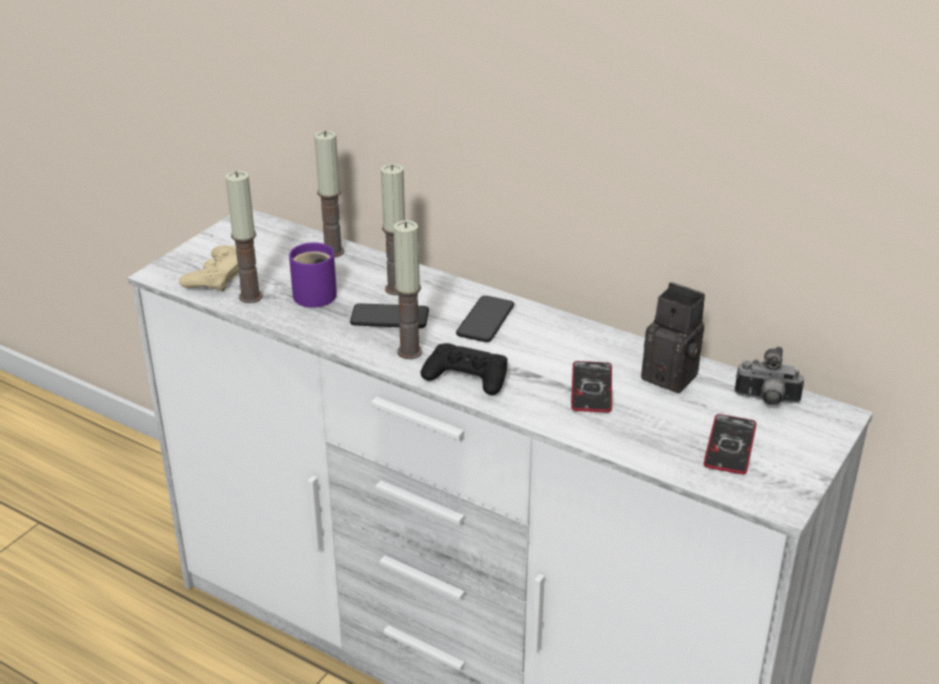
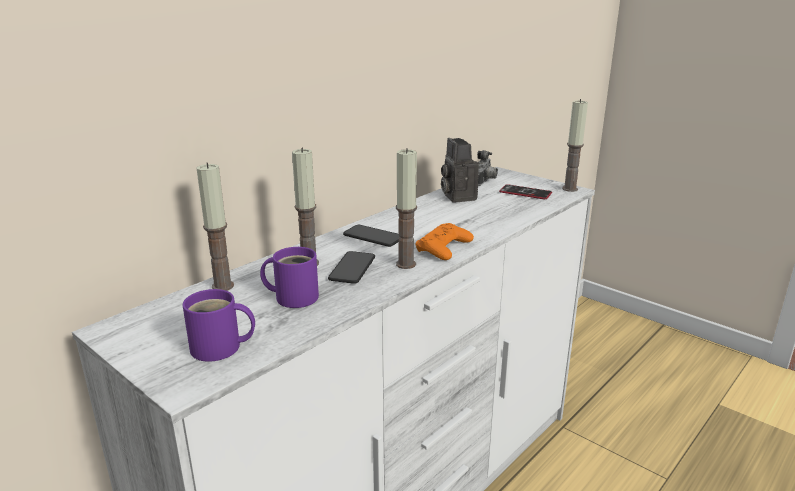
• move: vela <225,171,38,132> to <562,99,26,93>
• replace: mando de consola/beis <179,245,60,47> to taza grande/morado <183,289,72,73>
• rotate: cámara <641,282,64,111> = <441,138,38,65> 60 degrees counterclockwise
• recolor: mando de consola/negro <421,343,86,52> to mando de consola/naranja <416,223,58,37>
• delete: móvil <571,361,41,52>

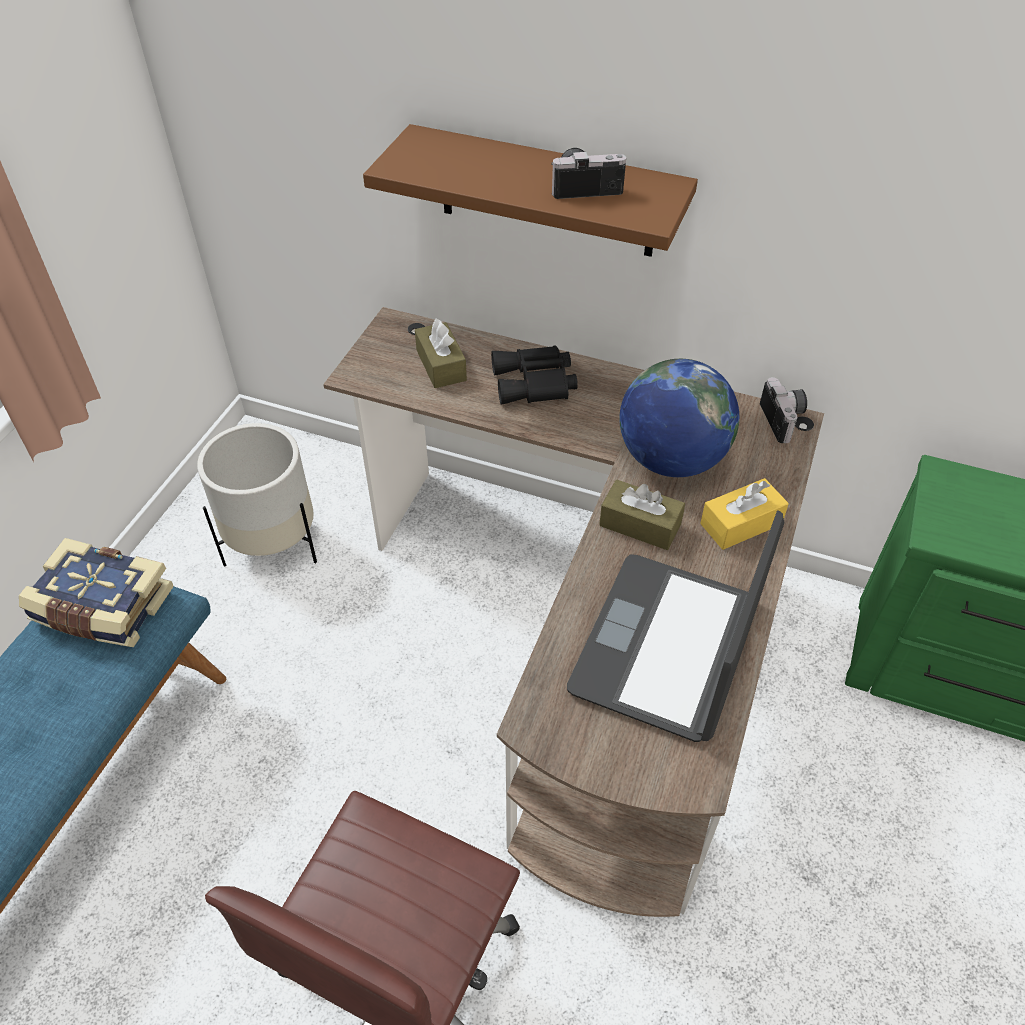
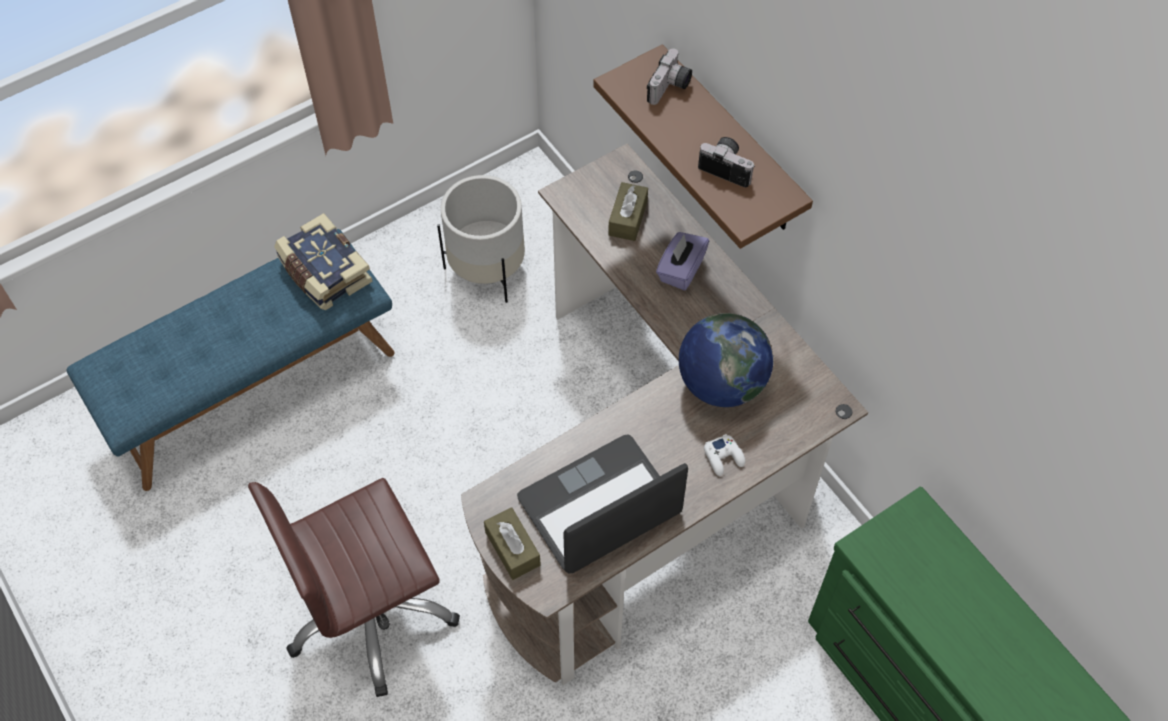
• replace: prismáticos/negro <491,345,87,59> to caja de pañuelos/morado <656,232,53,58>
• move: cámara <760,377,47,66> to <647,48,45,57>
• replace: caja de pañuelos/amarillo <700,478,89,72> to mando de consola/blanco <704,434,41,42>
• move: caja de pañuelos/marrón <599,480,86,70> to <484,507,57,73>

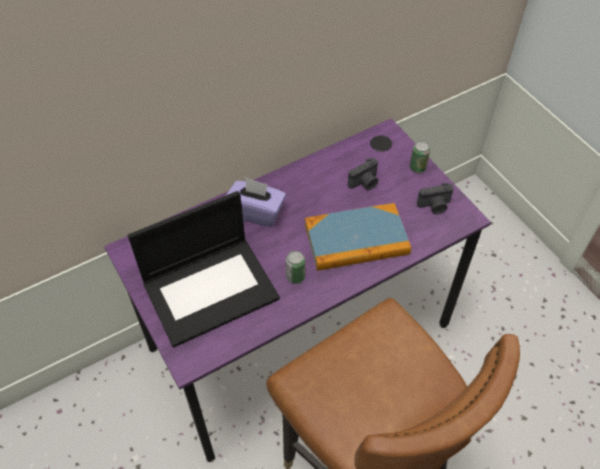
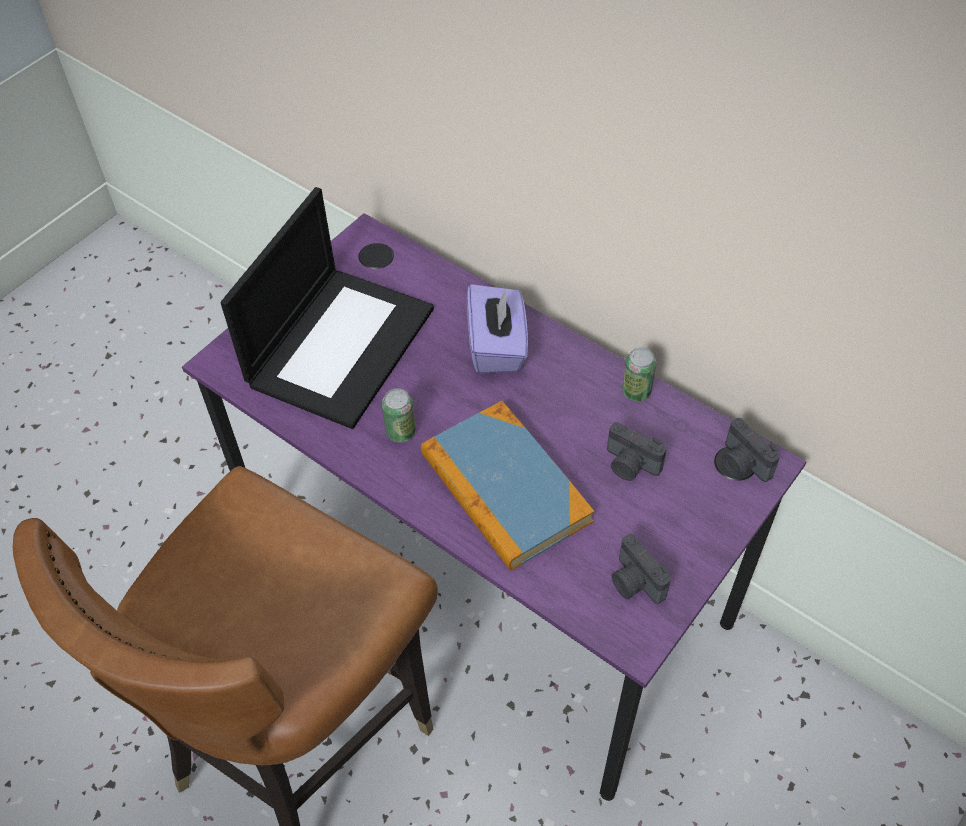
• move: lata <410,141,20,32> to <622,347,34,54>
• rotate: portátil <128,191,152,156> = <221,187,213,242> 105 degrees counterclockwise
• insert: cámara <721,418,59,64>

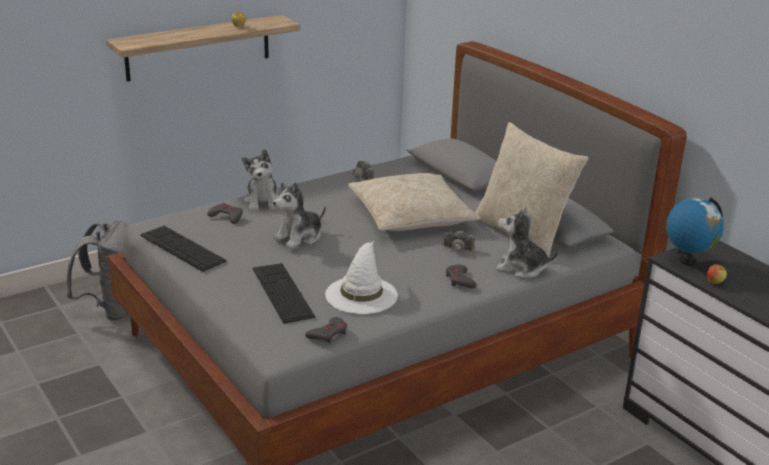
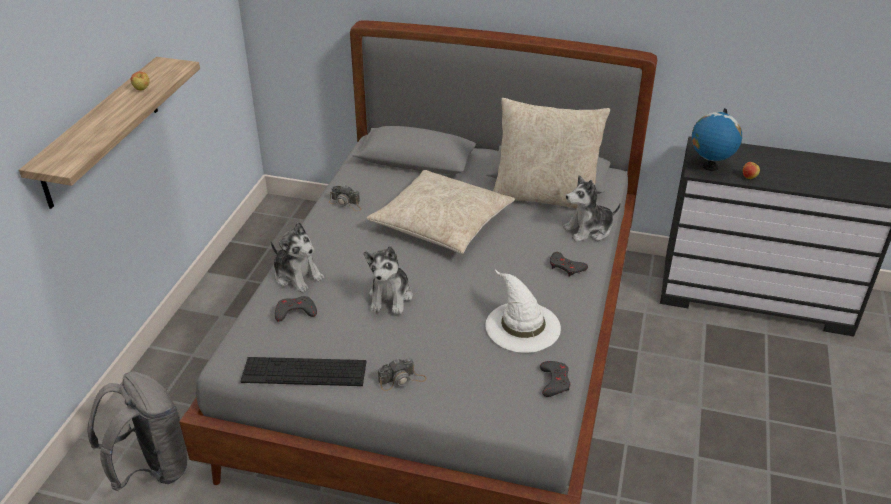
• move: cámara <441,230,38,26> to <378,358,49,33>
• delete: teclado <253,263,62,61>

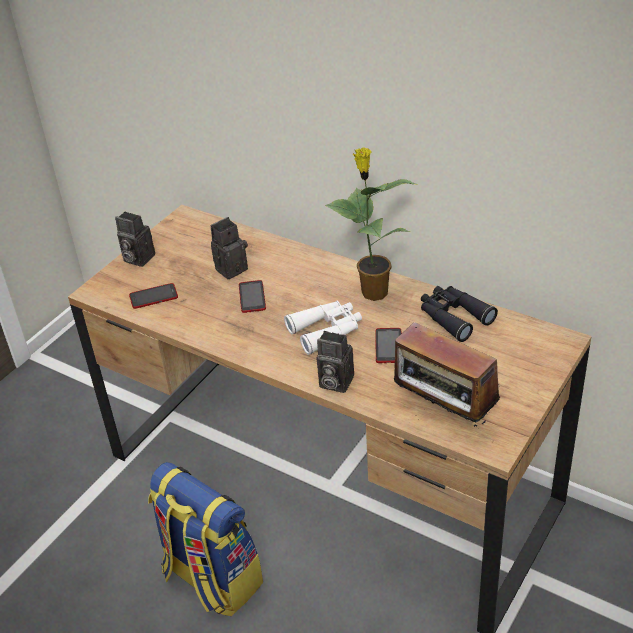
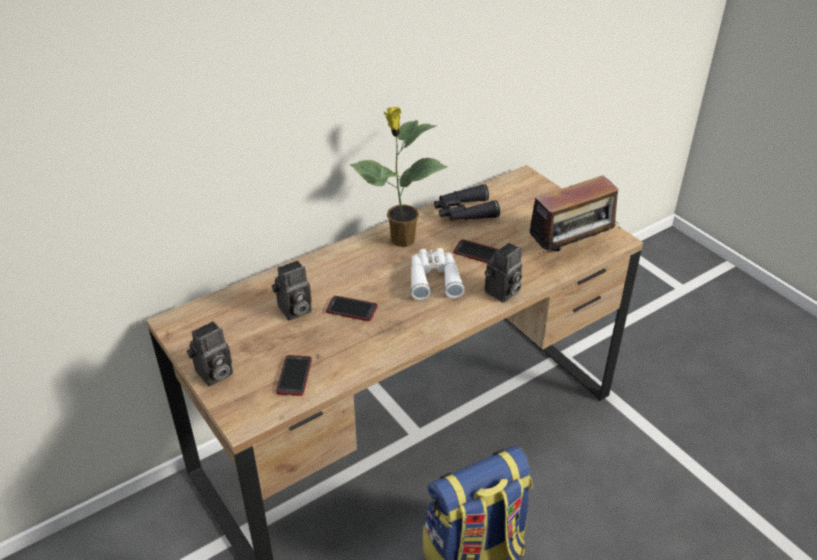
• rotate: cámara <211,217,37,62> = <272,260,40,60> 105 degrees counterclockwise

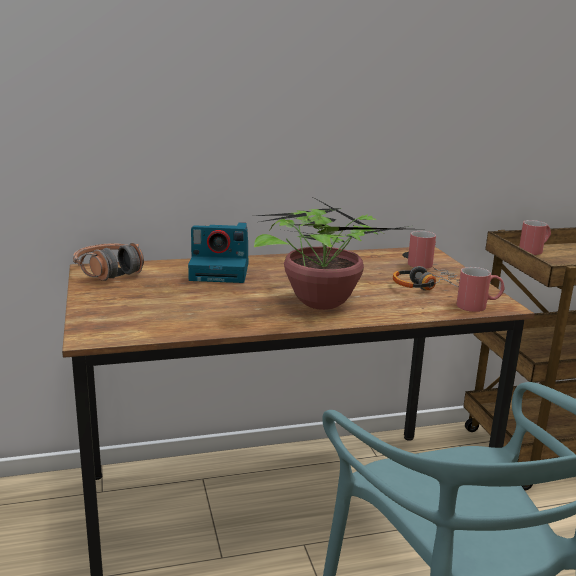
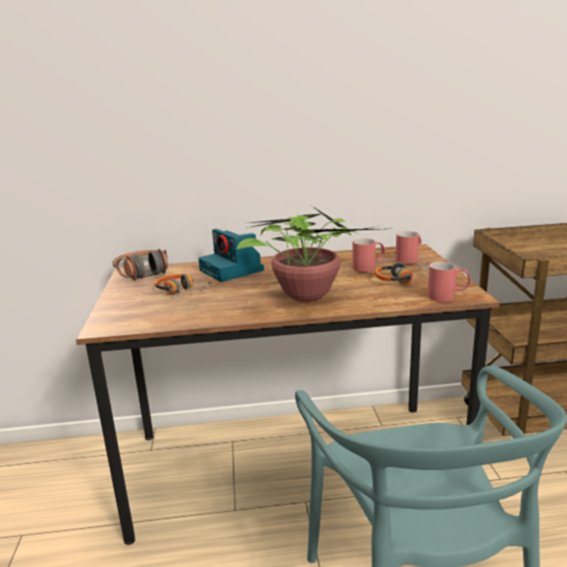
• move: taza grande/rojo <519,220,32,35> to <353,238,32,34>
• rotate: cámara <188,222,61,61> = <198,229,66,53> 45 degrees clockwise
• insert: auriculares <155,274,58,25>

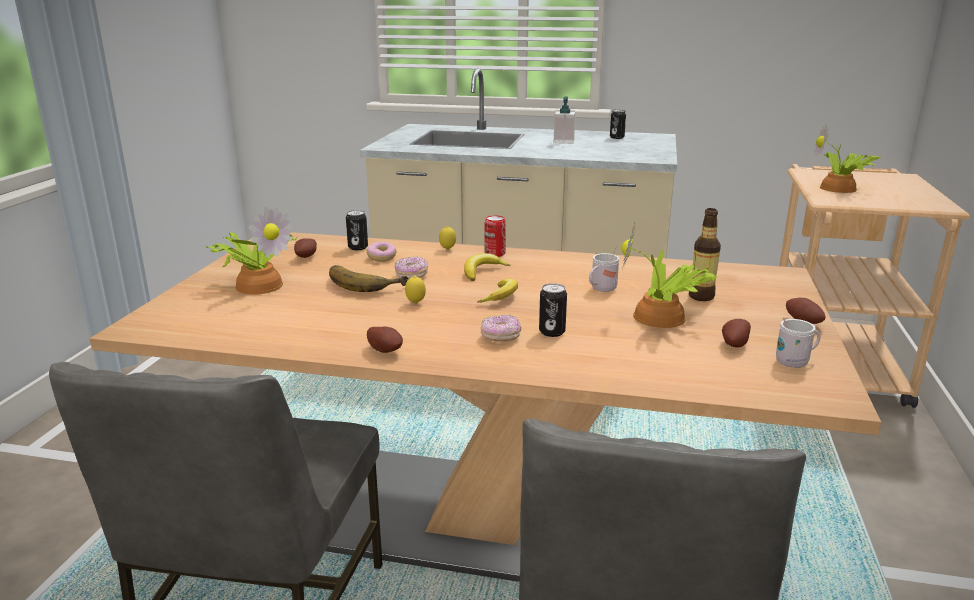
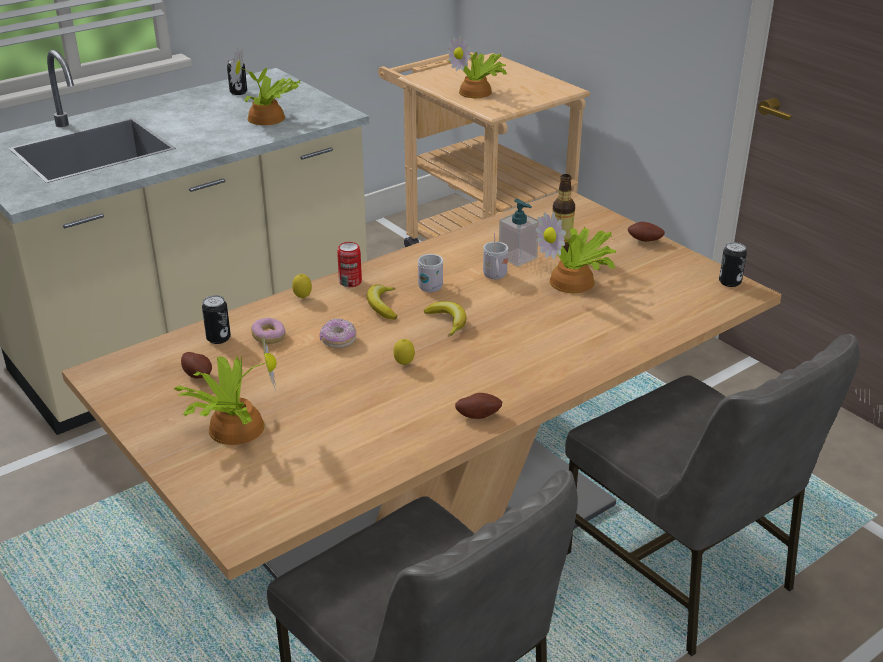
• move: dispensador de jabón <554,96,22,48> to <499,199,40,68>
• delete: plátano <329,265,80,27>
• move: lata <539,283,28,54> to <719,242,28,45>
• delete: rosquilla <481,315,40,26>
• move: taza grande/blanco <776,318,44,50> to <418,254,25,38>
• delete: patata <722,319,29,28>
• insert: planta en maceta <230,48,70,77>

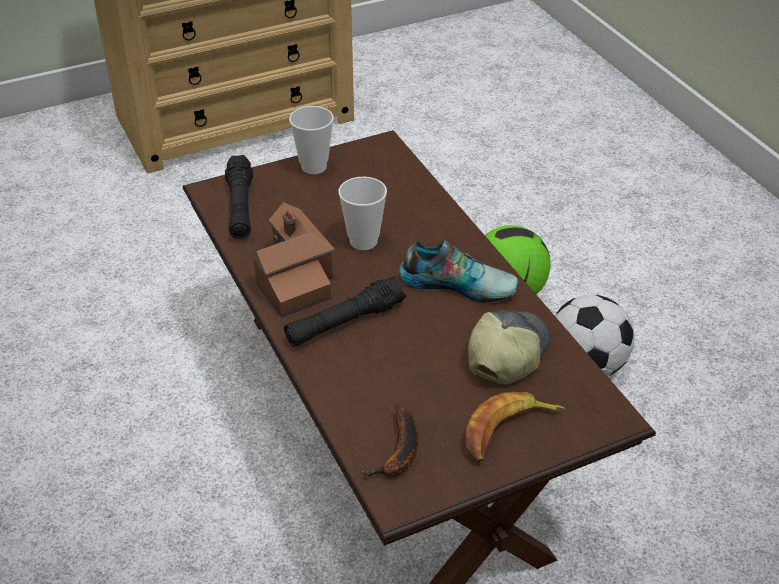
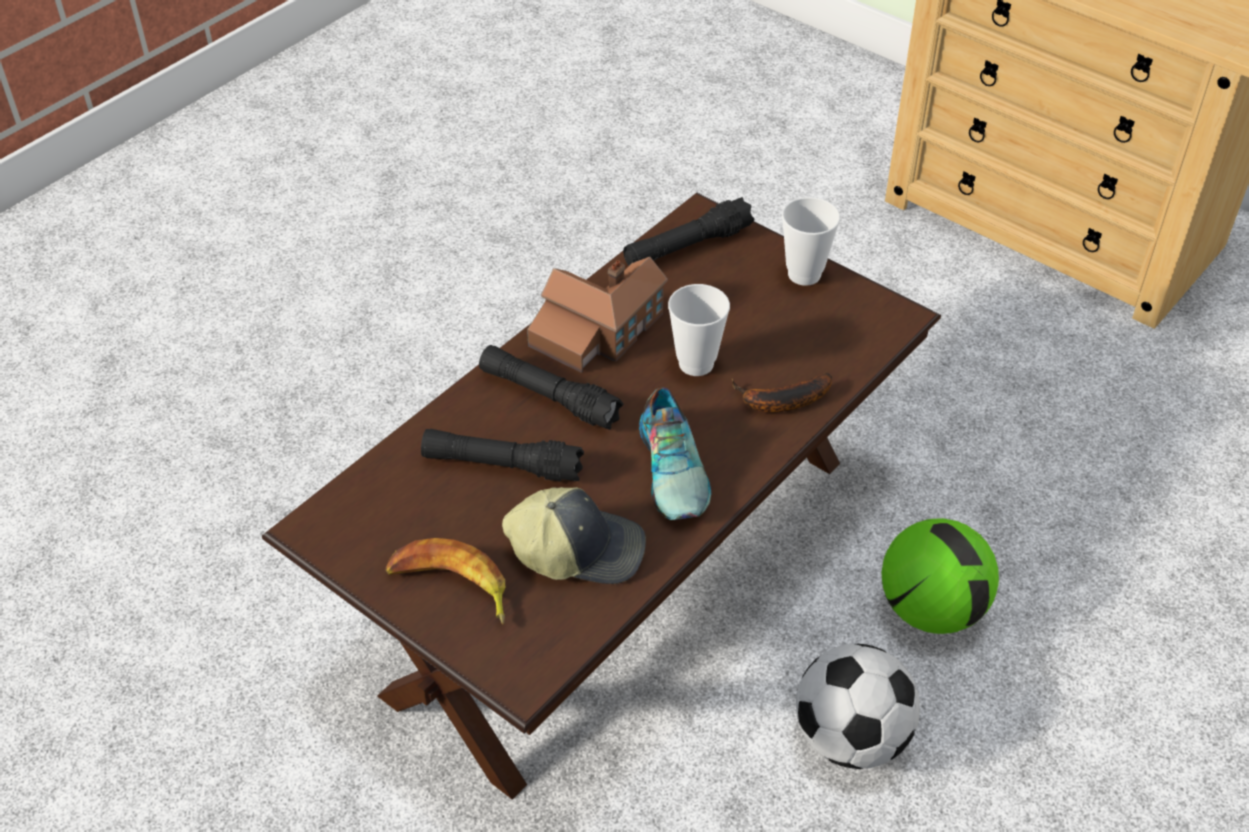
• move: plátano <360,405,58,72> to <732,373,100,39>
• insert: linterna/negro <421,429,163,53>

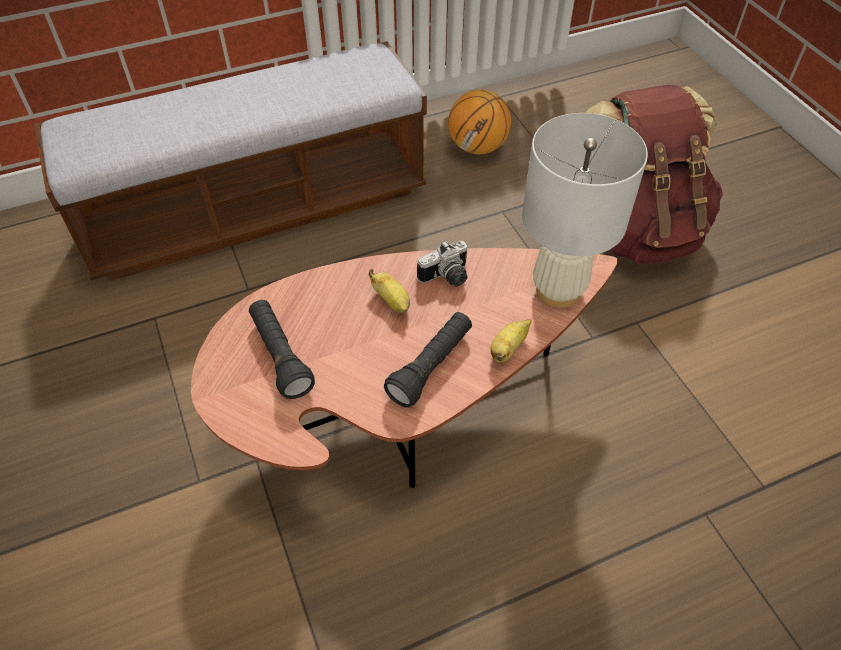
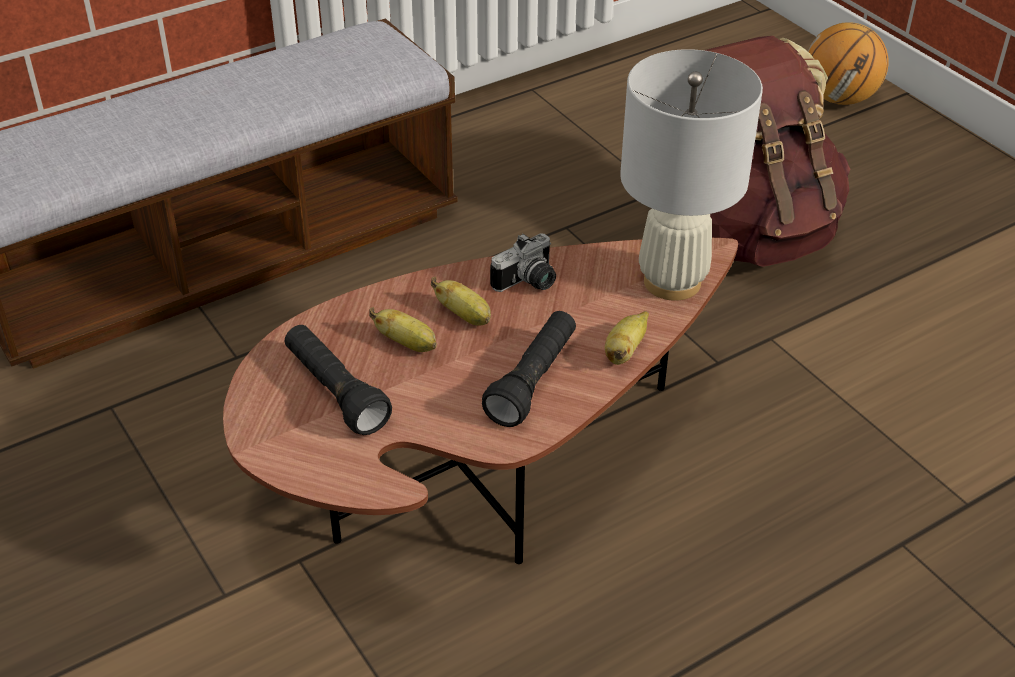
• move: balón de baloncesto <448,90,63,64> to <808,22,81,83>
• insert: plátano <369,307,68,45>

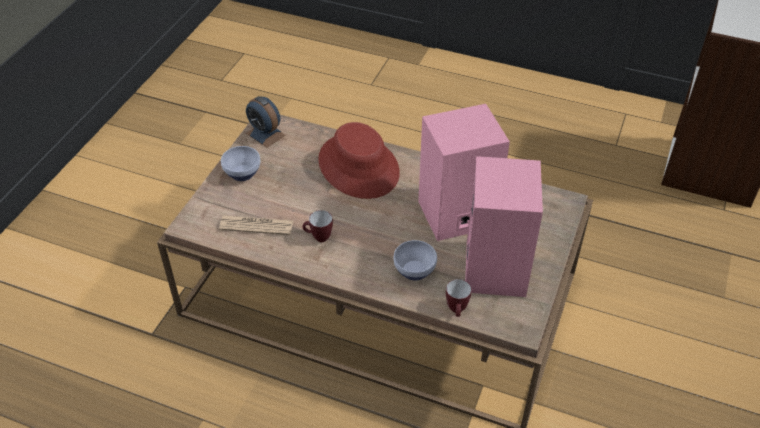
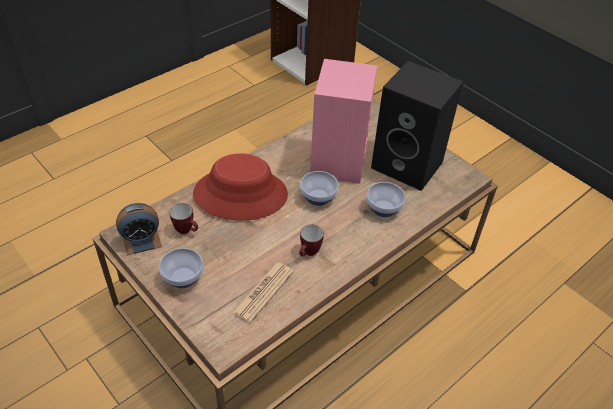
• recolor: altavoz/rosa <465,156,78,141> to altavoz/negro <371,61,92,130>
• move: taza grande <446,279,26,38> to <170,203,28,31>
• insert: cuenco <300,171,39,35>

